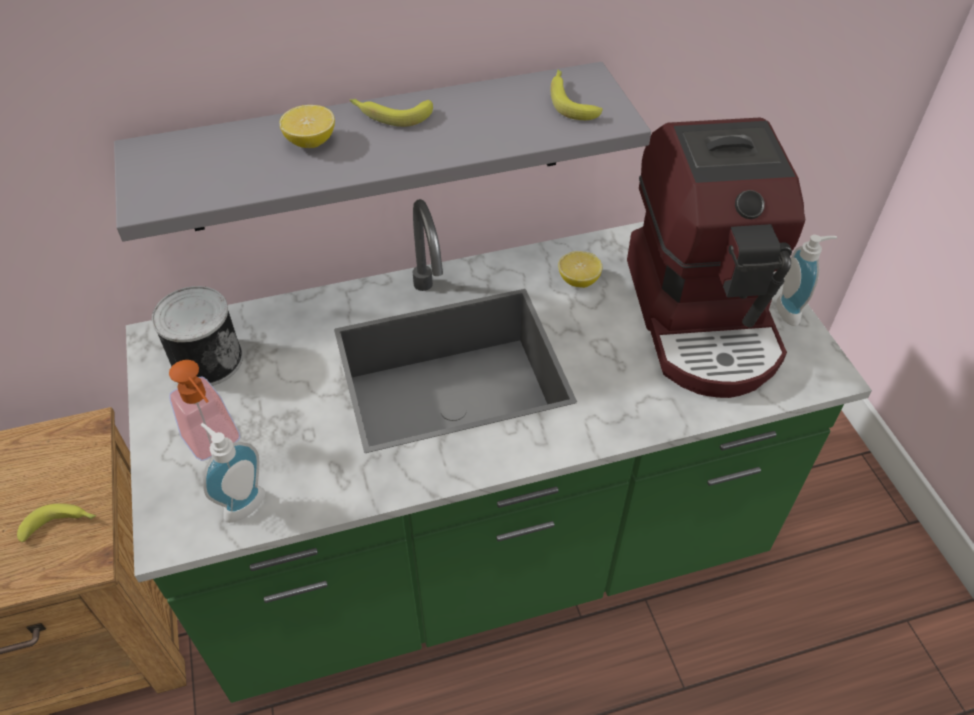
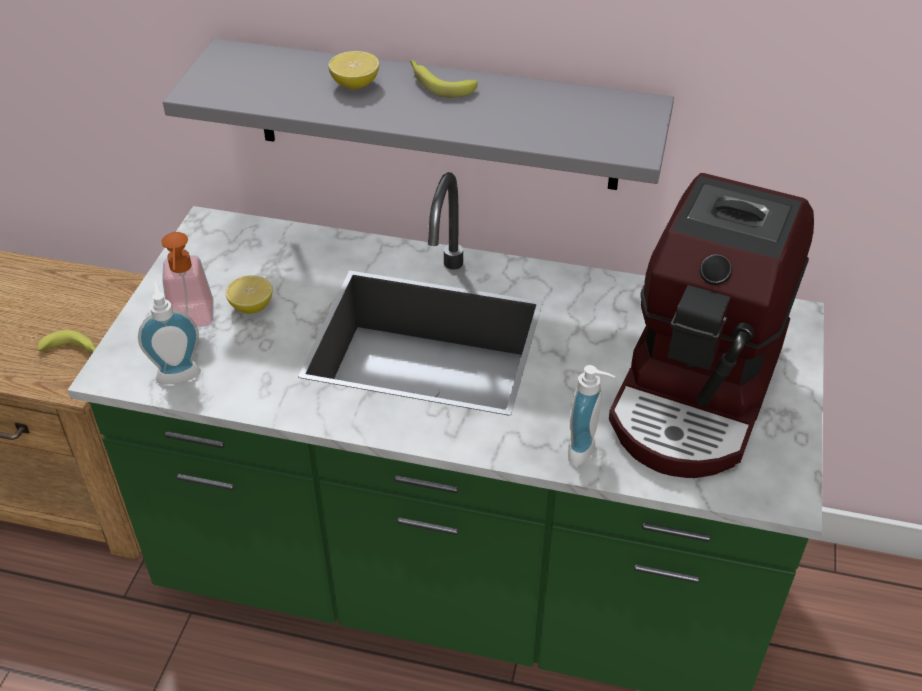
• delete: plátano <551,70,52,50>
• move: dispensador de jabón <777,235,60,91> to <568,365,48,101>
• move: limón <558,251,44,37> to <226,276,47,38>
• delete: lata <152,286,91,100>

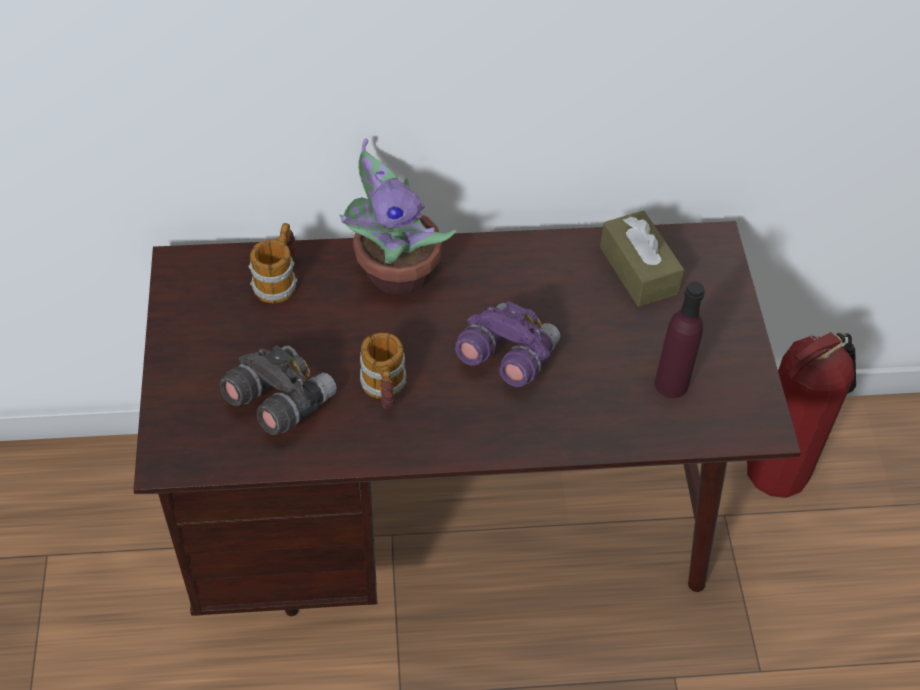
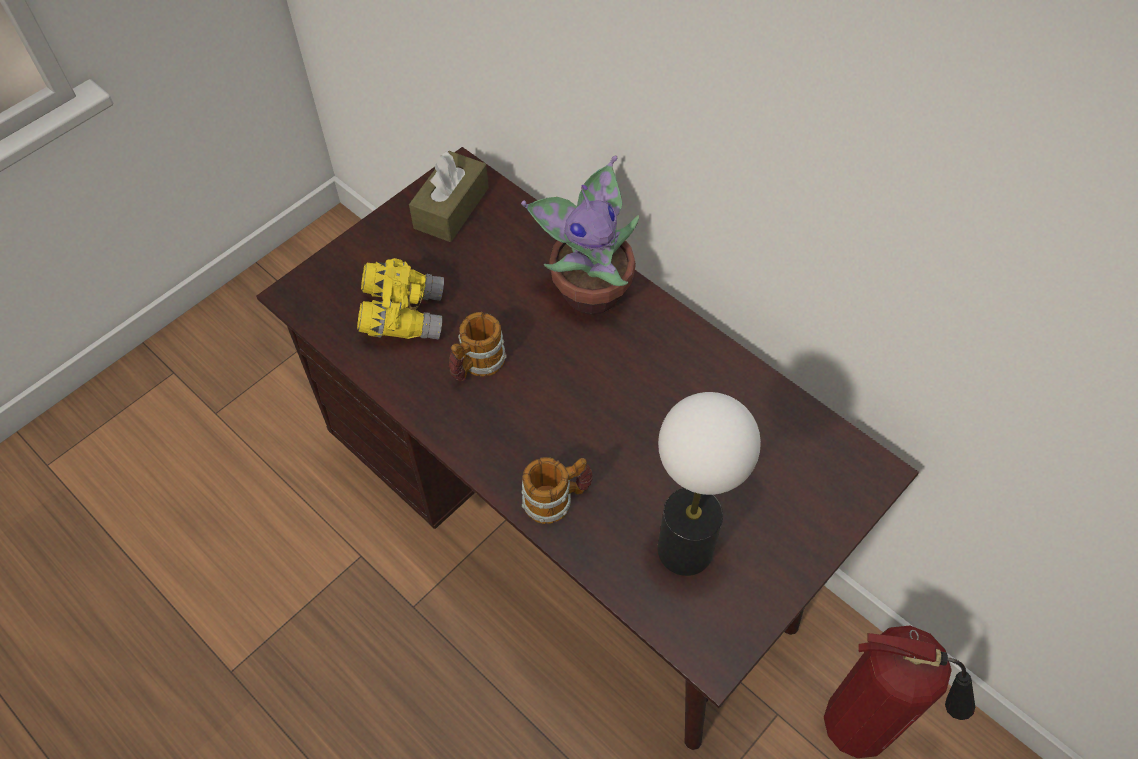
• move: caja de pañuelos/marrón <600,210,84,97> to <409,151,80,91>
• move: taza grande <249,223,48,81> to <522,457,71,67>
• replace: botella/morado <655,282,50,116> to lámpara de mesa <658,392,103,184>
• delete: prismáticos/morado <455,301,106,86>
• recolor: prismáticos/gris <220,345,117,90> to prismáticos/amarillo <357,258,87,82>

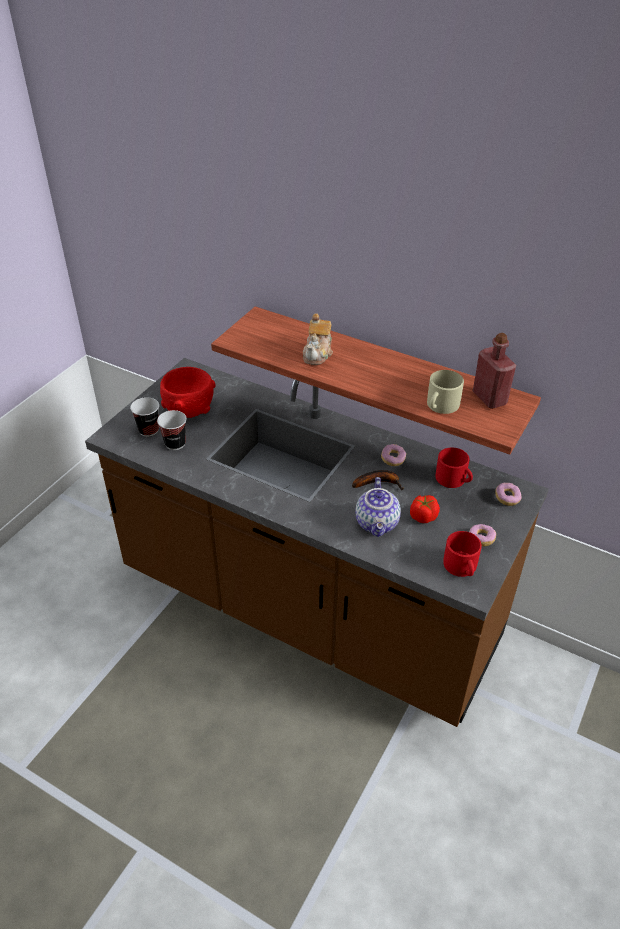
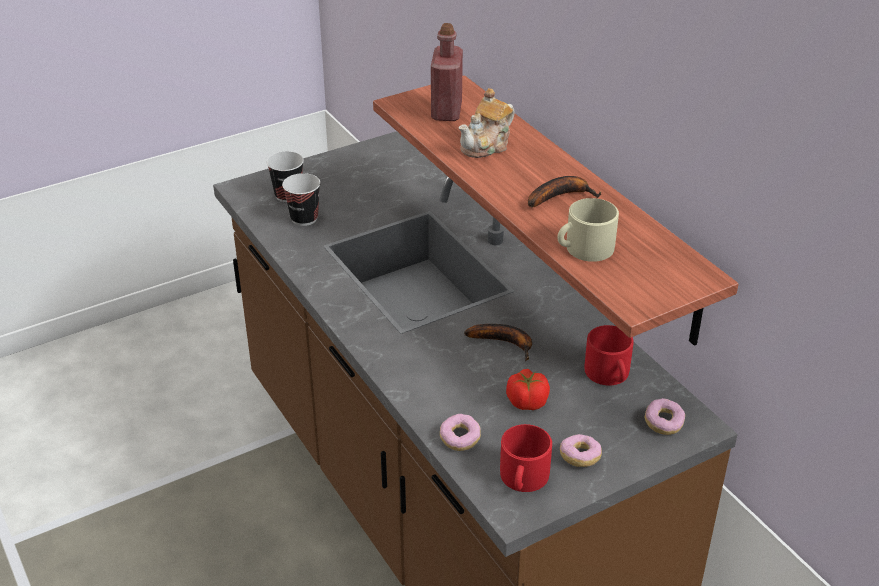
• move: botella/rojo <473,333,43,76> to <431,23,32,98>
• delete: cuenco/rojo <160,367,55,51>
• move: rosquilla <381,444,25,22> to <440,414,41,37>
• delete: tetera <355,477,46,60>
• insert: plátano <528,176,73,31>

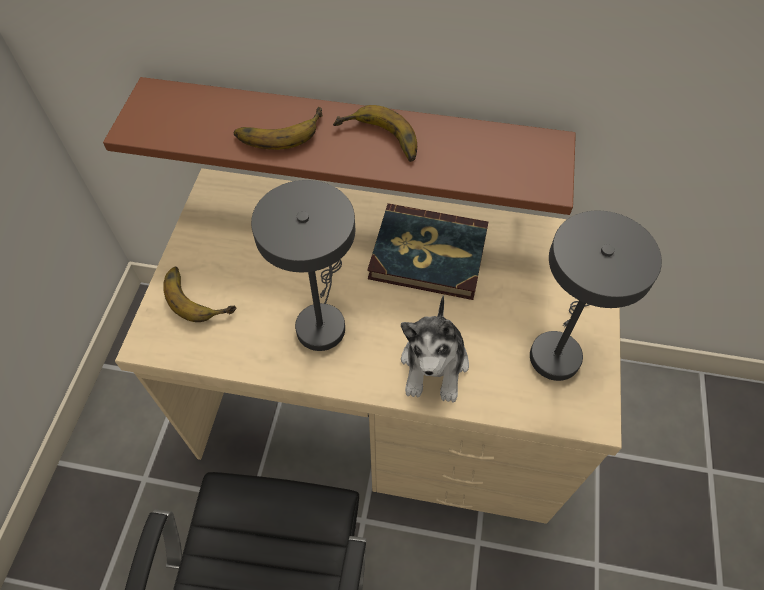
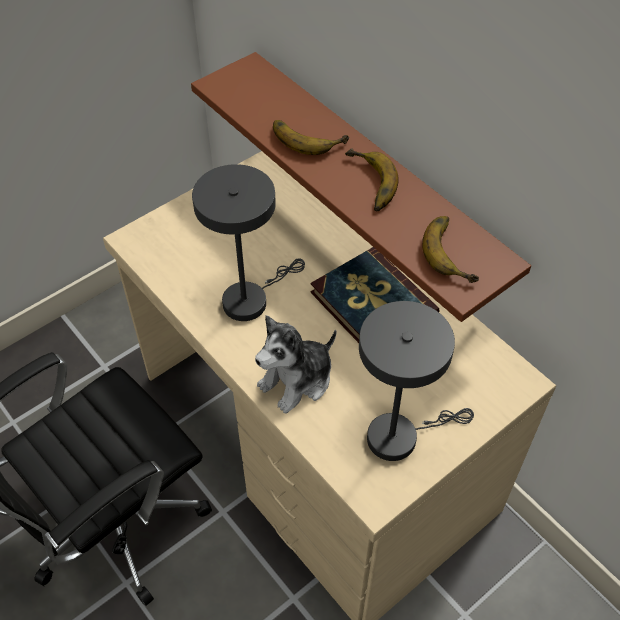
• move: plátano <163,267,73,55> to <422,216,57,67>

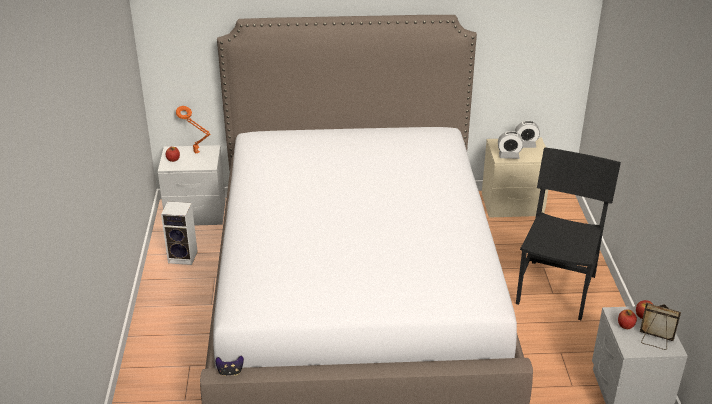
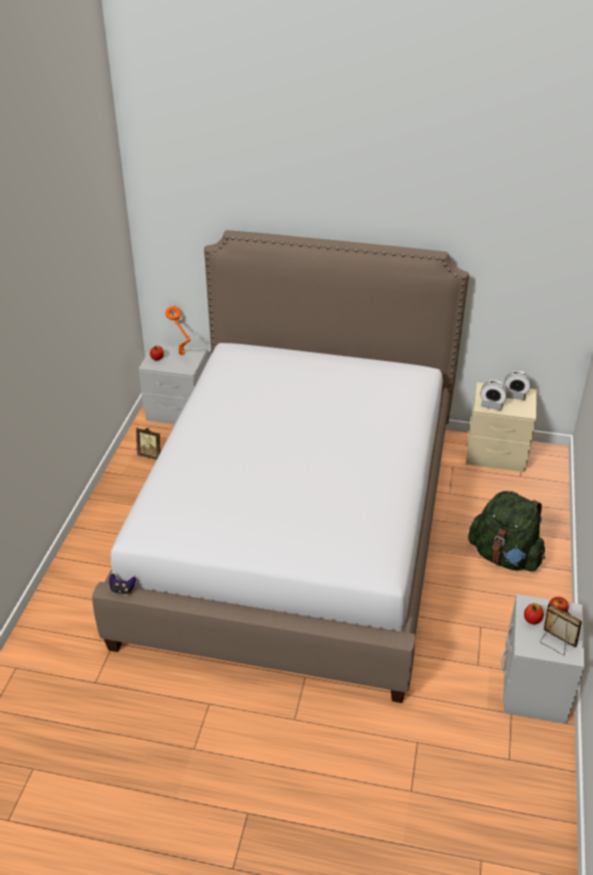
• replace: silla/negro <516,147,105,173> to mochila/verde <468,491,77,81>
• replace: altavoz <161,201,37,64> to portarretratos <136,428,26,32>

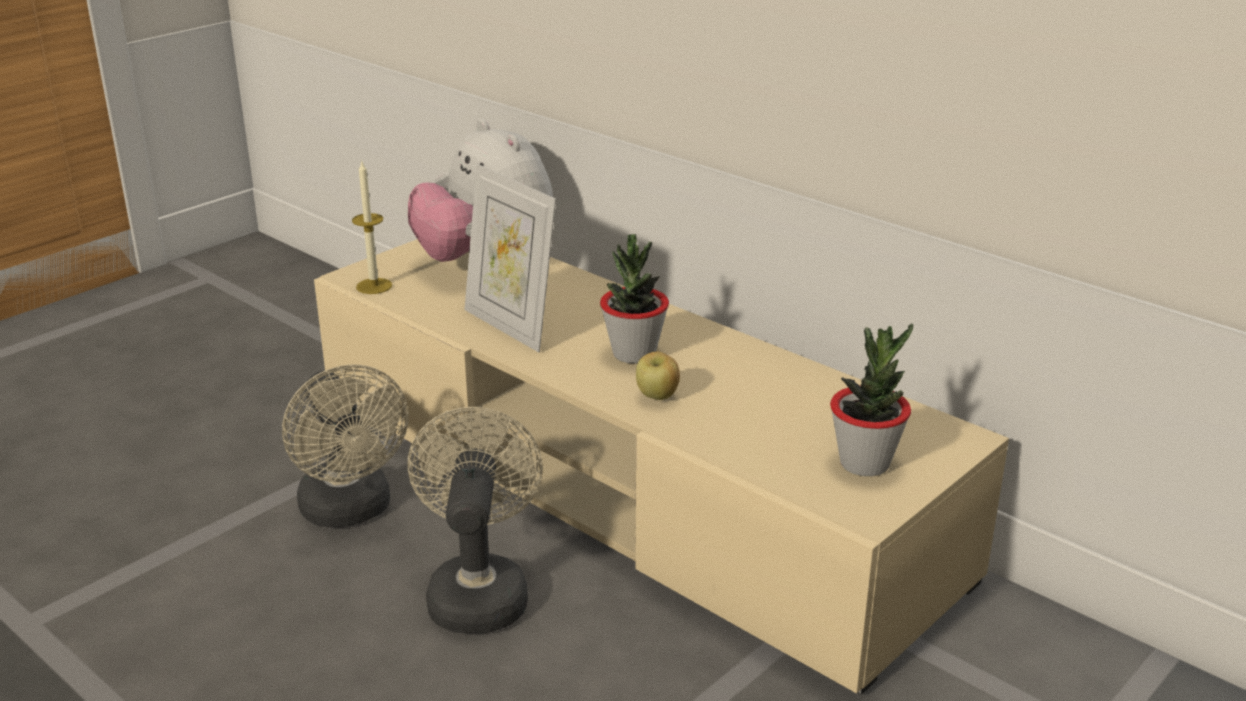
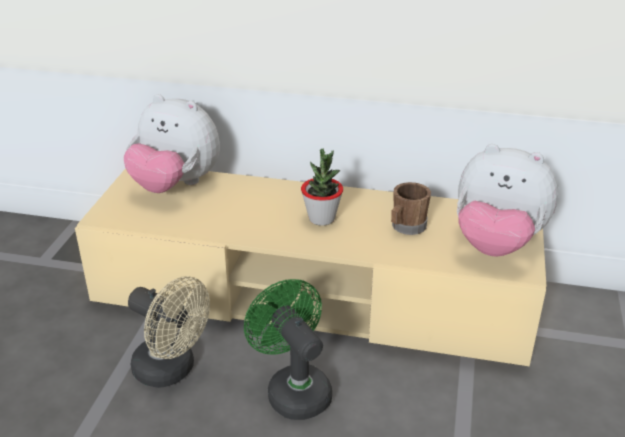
• delete: vela <352,162,40,132>
• delete: portarretratos <464,164,92,188>
• replace: planta en maceta <830,323,83,153> to peluche <457,144,101,113>
• delete: manzana <636,351,44,49>
• recolor: ventilador/beis <408,407,135,227> to ventilador/verde <244,279,88,141>
• insert: taza grande/marrón <391,182,40,53>

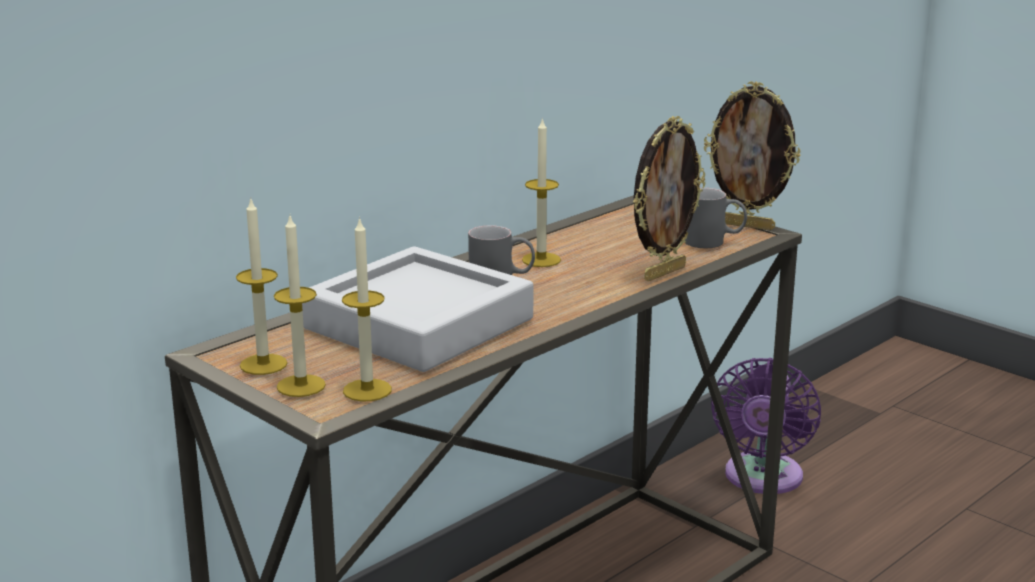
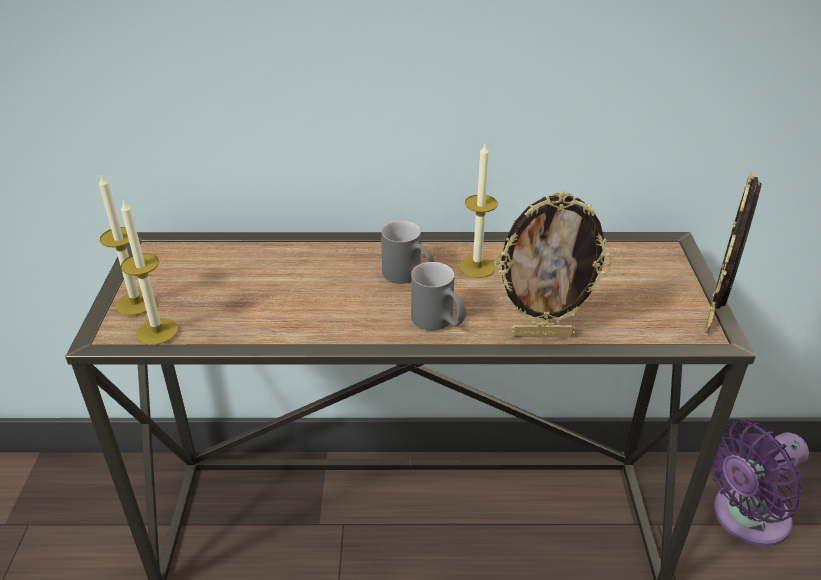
• rotate: portarretratos <704,81,97,150> = <704,172,58,162> 45 degrees clockwise
• move: taza grande/gris <685,188,62,60> to <411,262,56,68>
• delete: vela <236,199,51,176>
• delete: bandeja/gris <302,246,231,126>

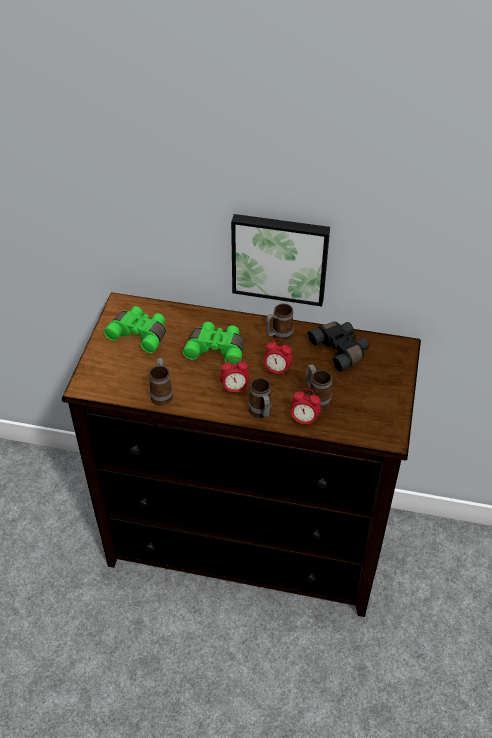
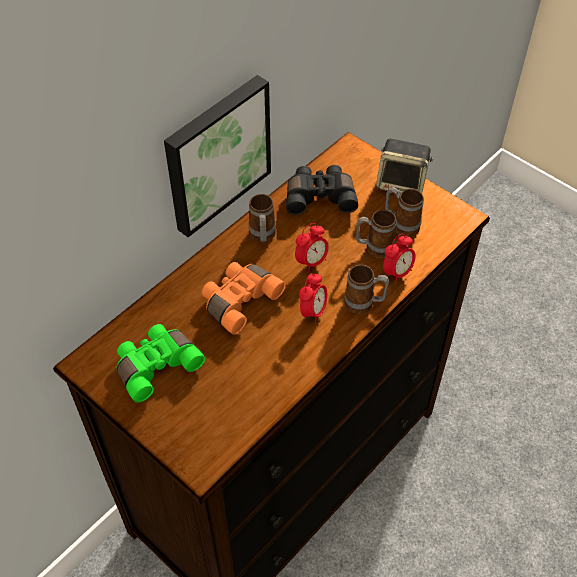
• recolor: prismáticos/verde <183,322,61,43> to prismáticos/naranja <202,262,84,73>
• move: taza grande <149,358,24,48> to <385,187,39,50>
• insert: altavoz <376,139,57,55>

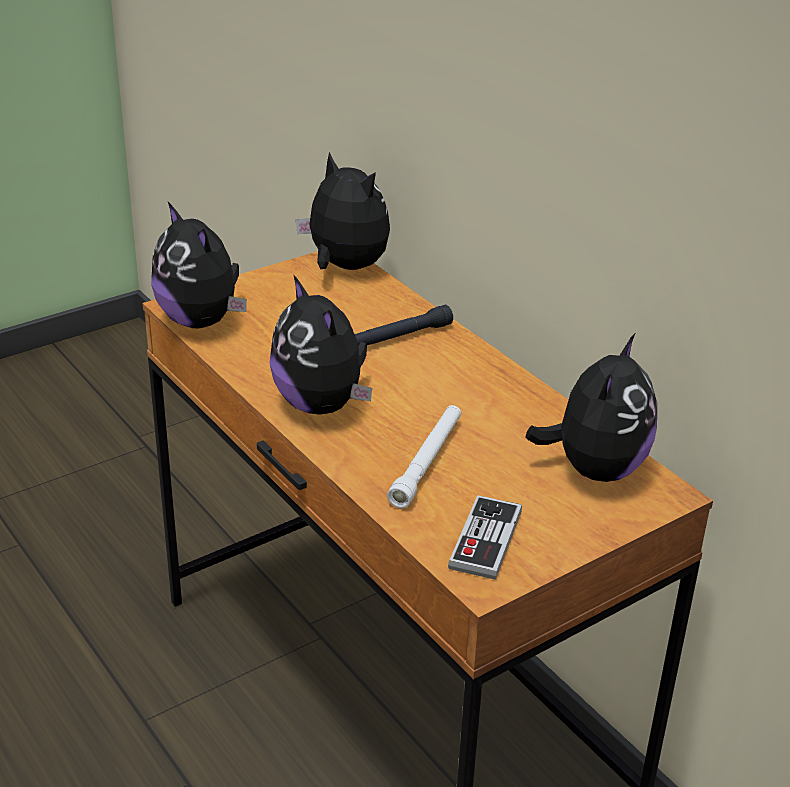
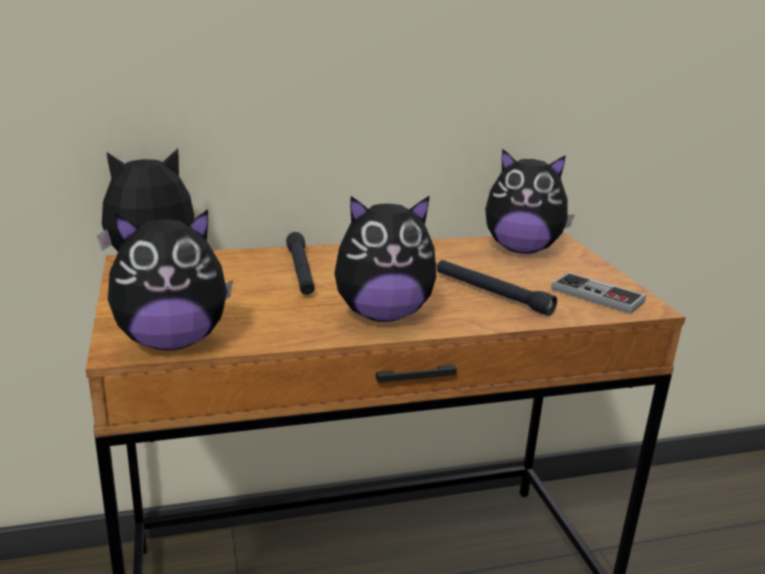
• rotate: peluche <525,334,132,148> = <485,148,90,106> 150 degrees clockwise
• recolor: linterna/blanco <387,405,74,103> to linterna/negro <437,260,120,56>

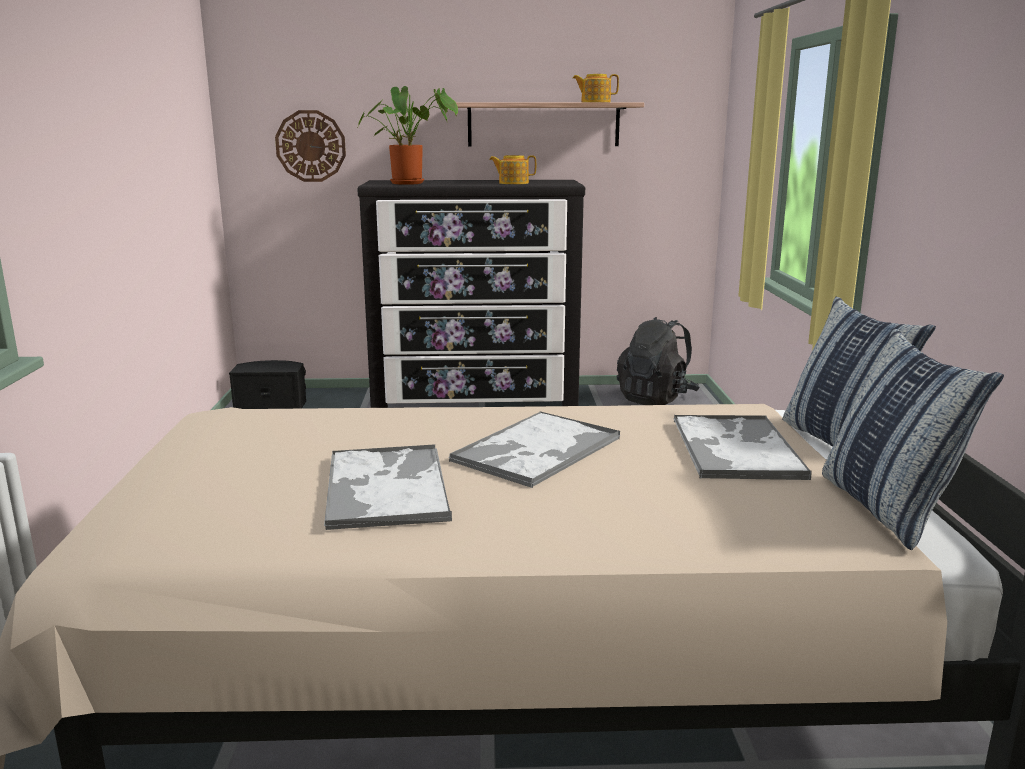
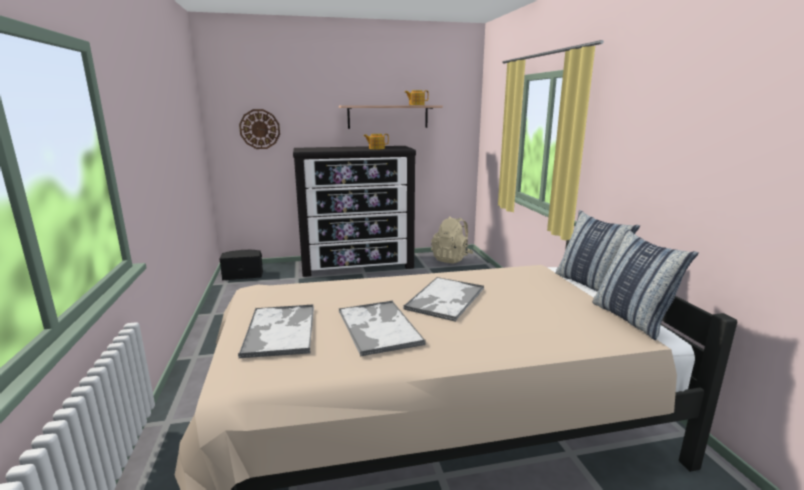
• delete: planta en maceta <358,86,100,99>
• recolor: mochila/negro <617,317,83,88> to mochila/beis <431,217,42,46>
• move: bandeja <673,415,139,65> to <238,304,76,55>

